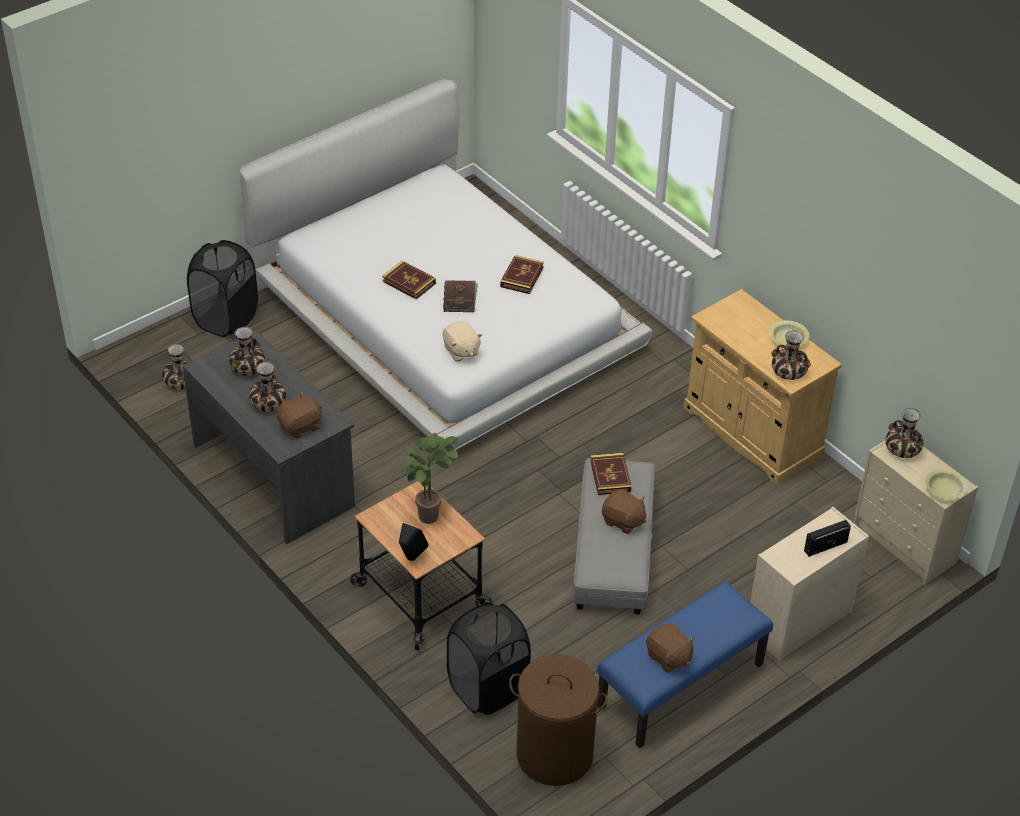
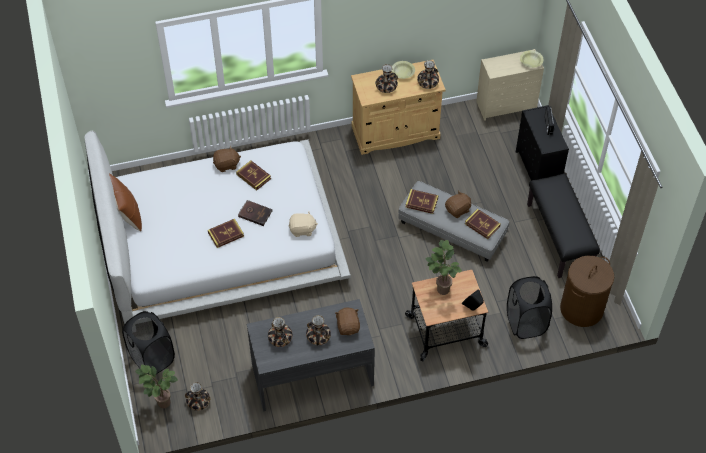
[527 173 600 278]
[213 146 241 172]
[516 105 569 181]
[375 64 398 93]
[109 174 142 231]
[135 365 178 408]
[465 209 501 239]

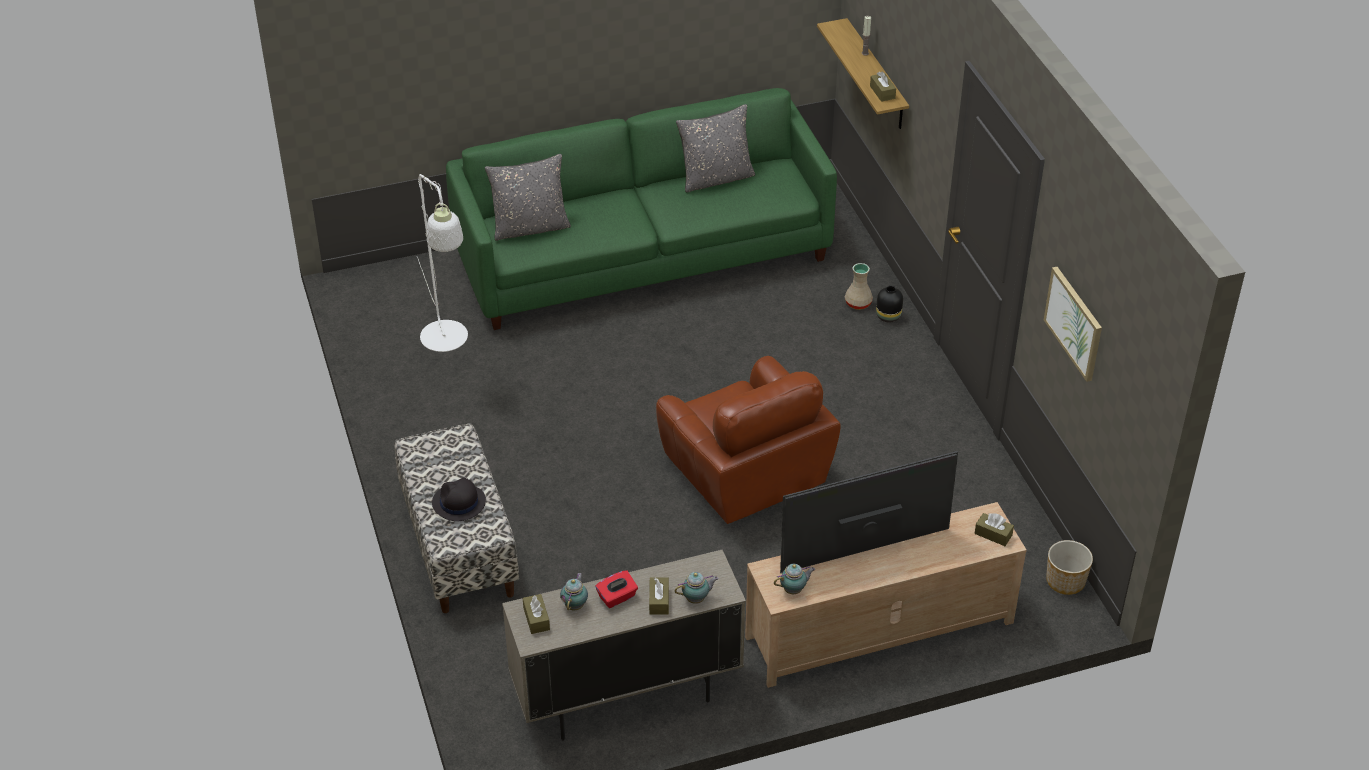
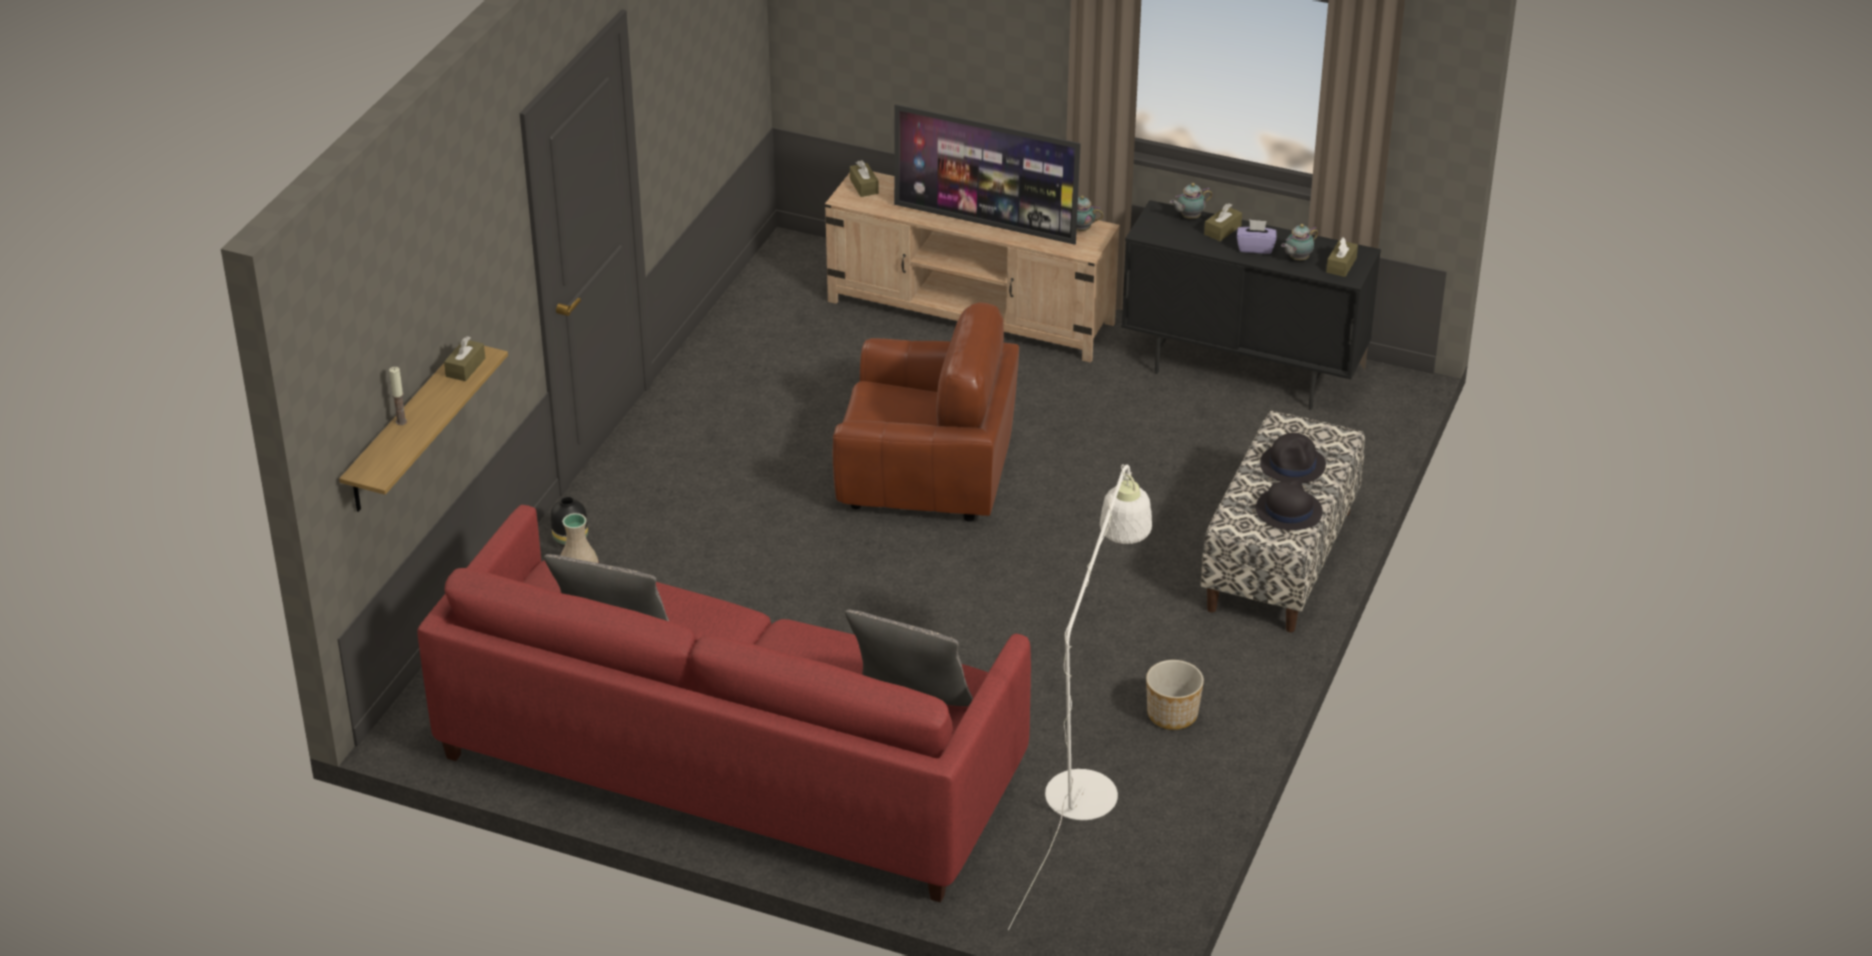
[417 505 1031 903]
[1121 200 1381 410]
[1237 220 1276 254]
[833 302 1019 522]
[1170 183 1212 219]
[1044 267 1102 382] (first image)
[1146 660 1204 730]
[1256 480 1323 530]

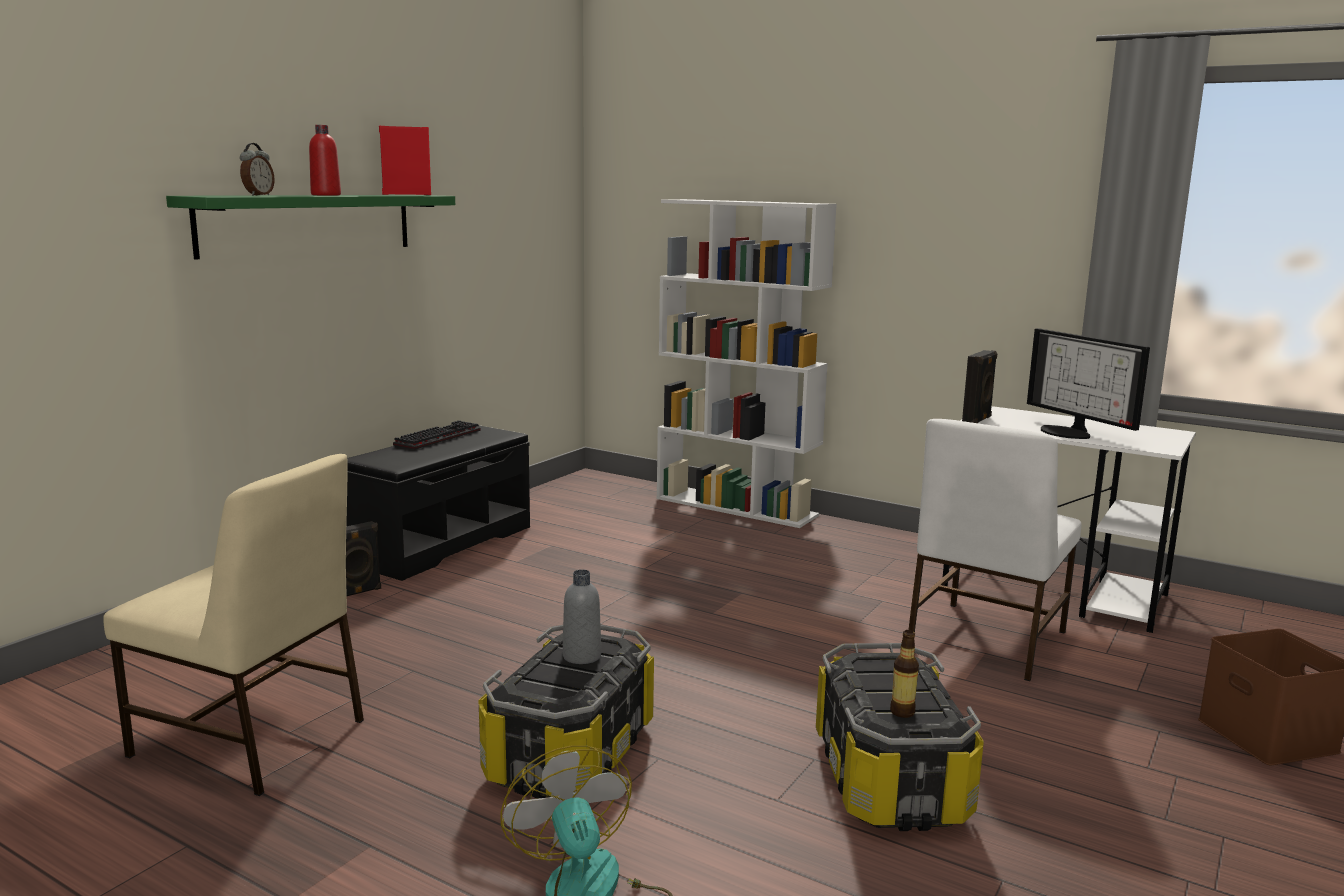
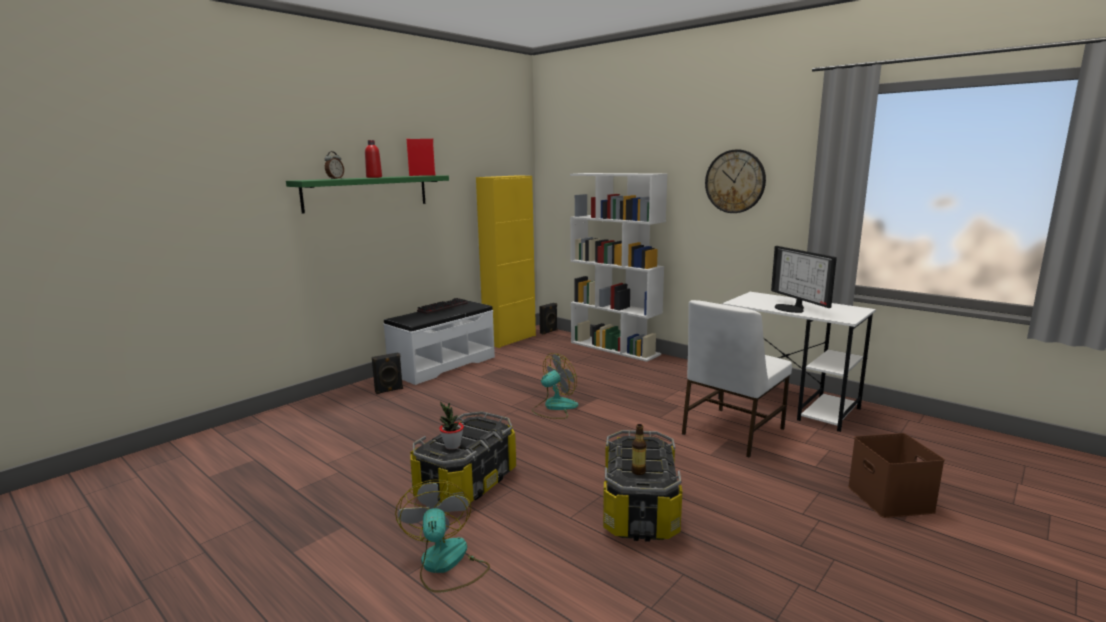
[103 454 364 796] (first image)
[383 300 495 385]
[563 570 601 664] (first image)
[539 303 557 334]
[439 402 464 449]
[476 176 536 348]
[532 353 578 419]
[705 149 766 213]

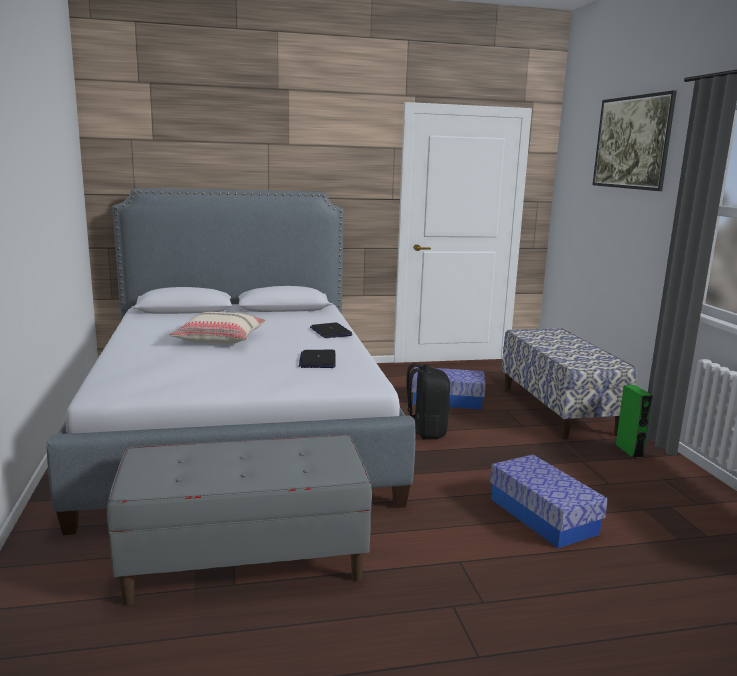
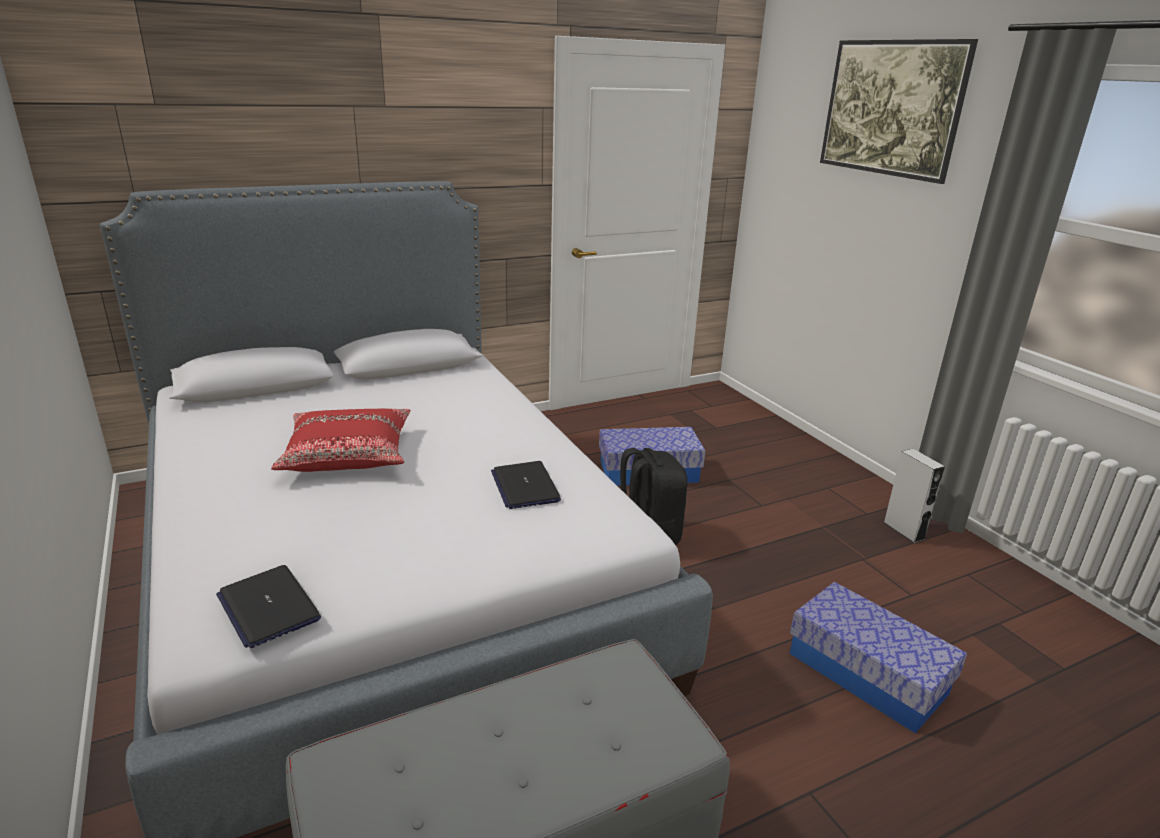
[271 409 410 472]
[216 565 321 648]
[502 328 636 439] (first image)
[883 449 945 543]

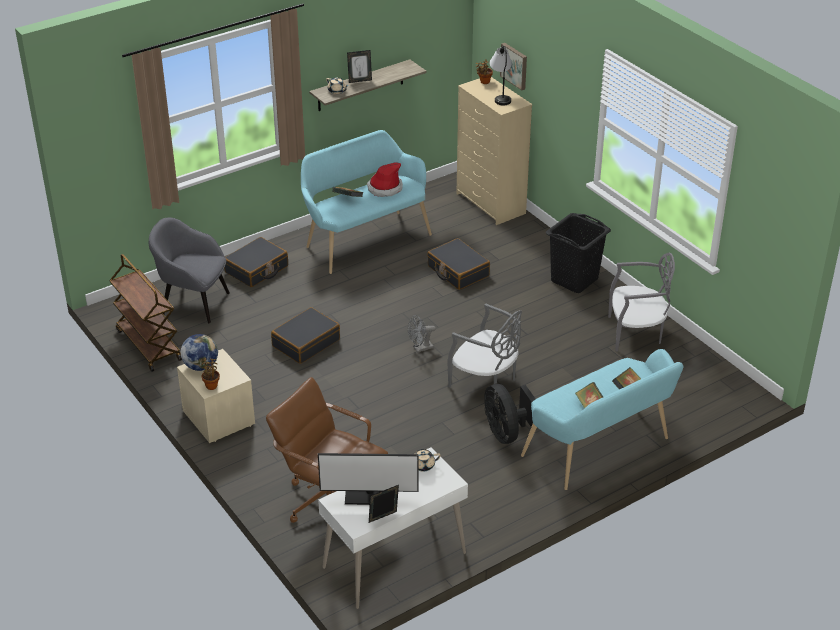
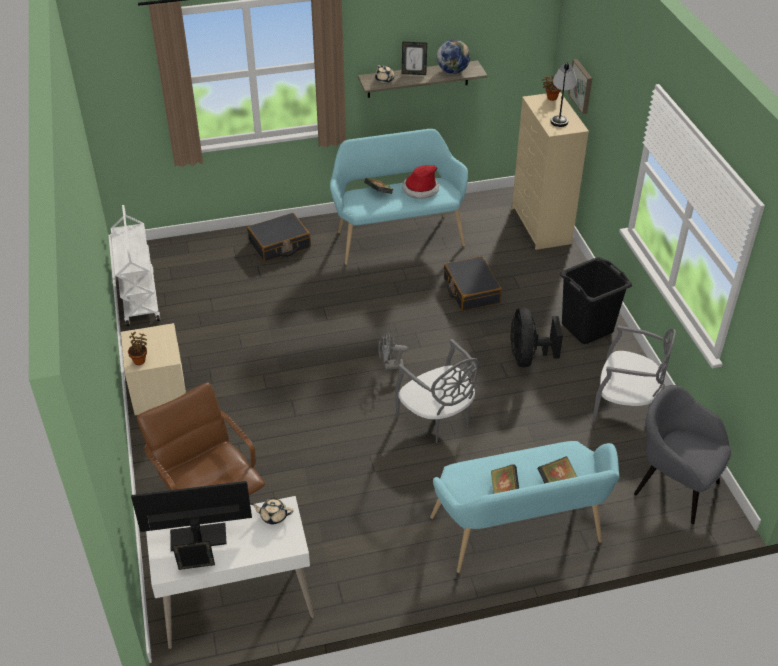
[111 205 160 326]
[634 385 732 524]
[437 39 471 74]
[271 307 340 364] (first image)
[131 481 252 551]
[510 307 563 367]

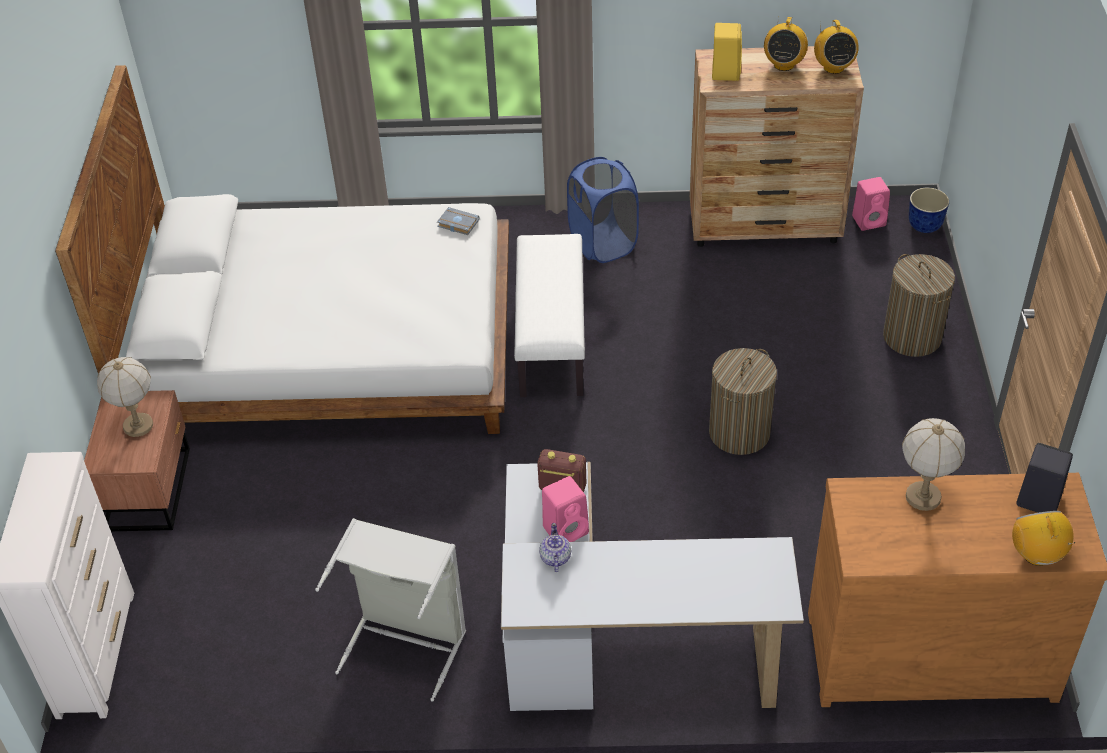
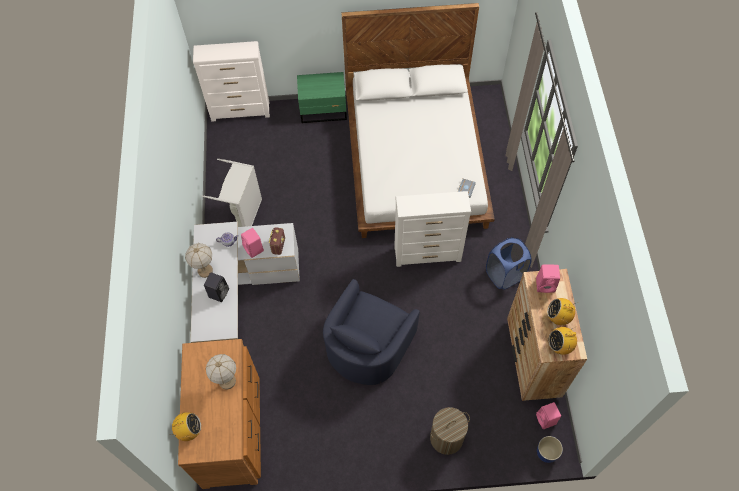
[297 72 347 123]
[185 243 213 278]
[394 191 471 267]
[323 279 420 385]
[536 264 560 293]
[204 273 229 302]

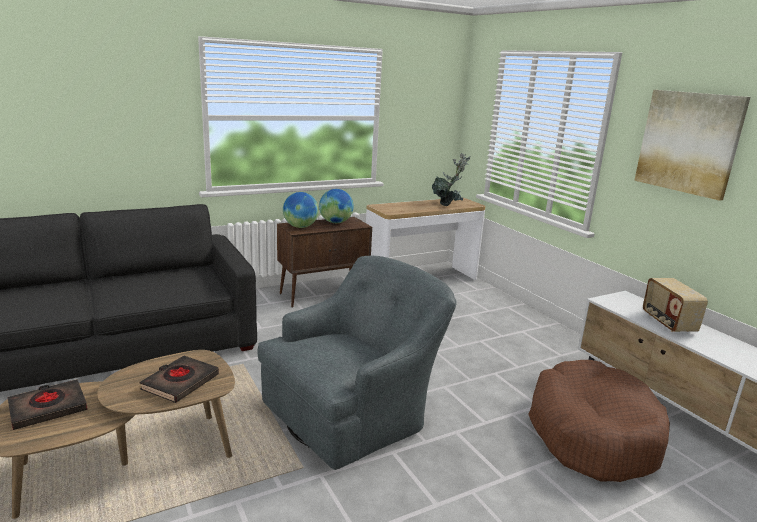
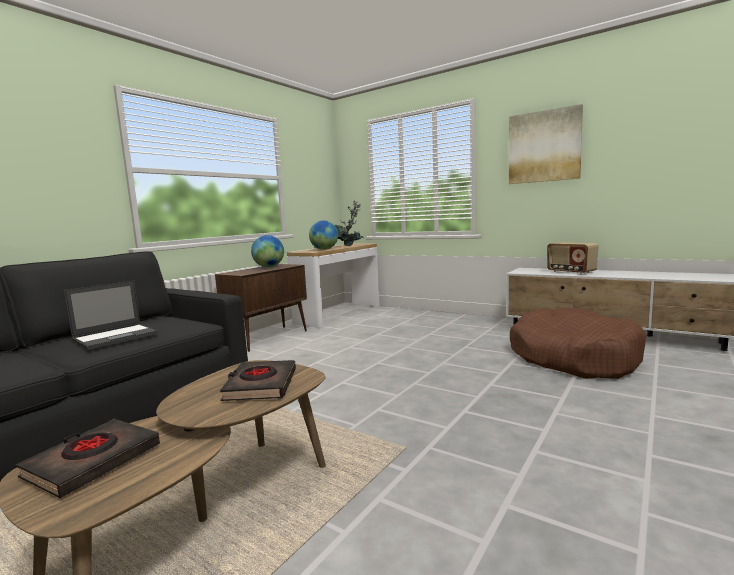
[258 256 457 470] (first image)
[309 220 338 250]
[64 281 159 350]

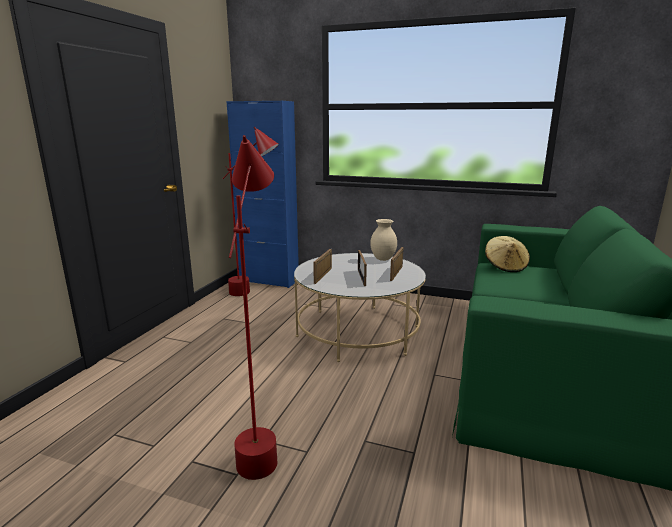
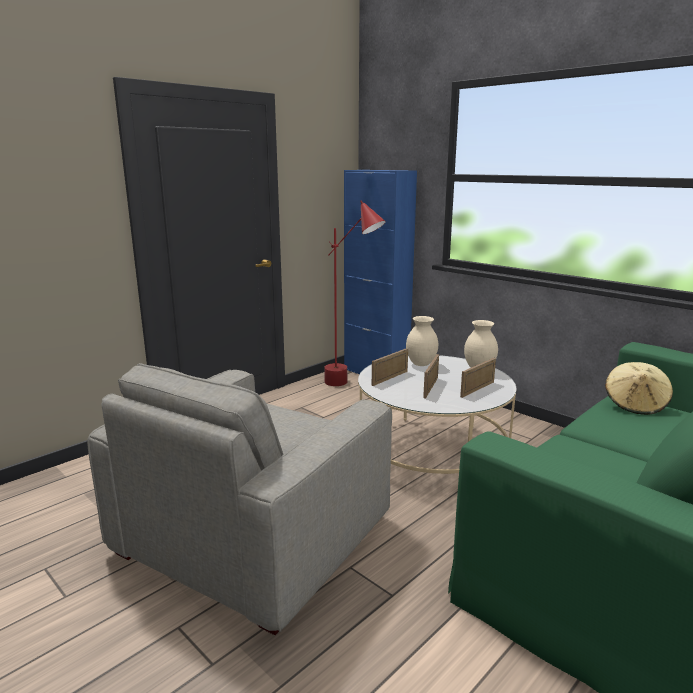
[87 363 392 635]
[406 316 438 366]

